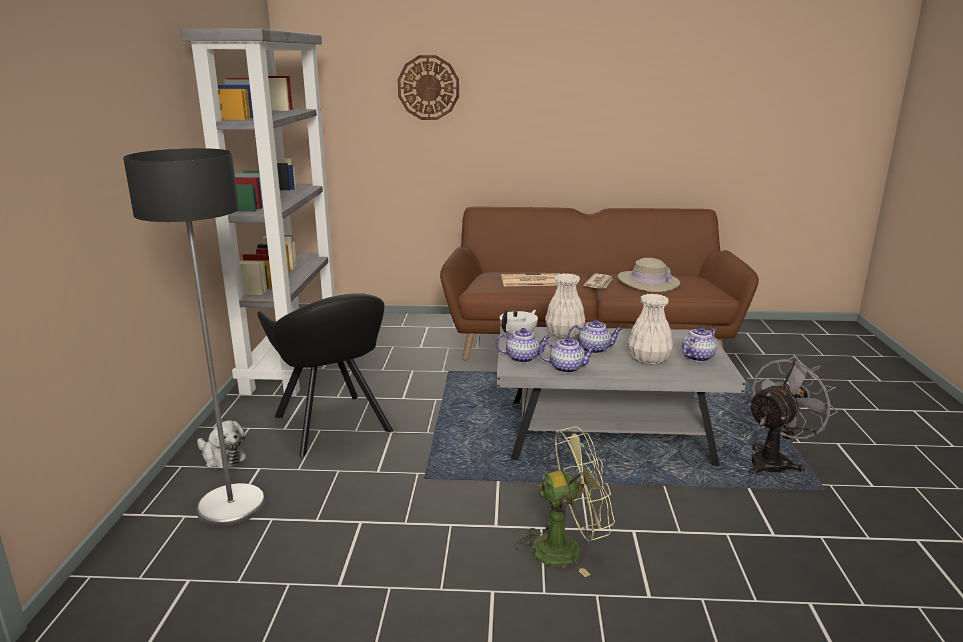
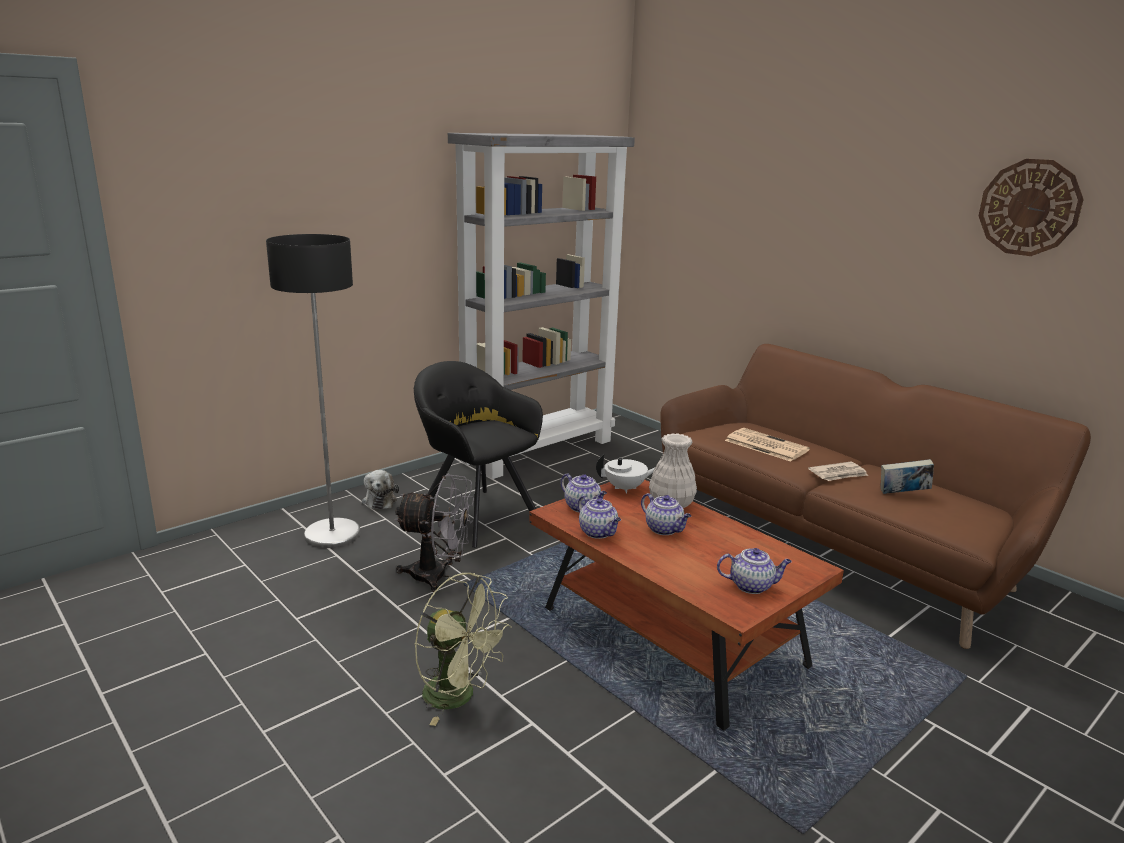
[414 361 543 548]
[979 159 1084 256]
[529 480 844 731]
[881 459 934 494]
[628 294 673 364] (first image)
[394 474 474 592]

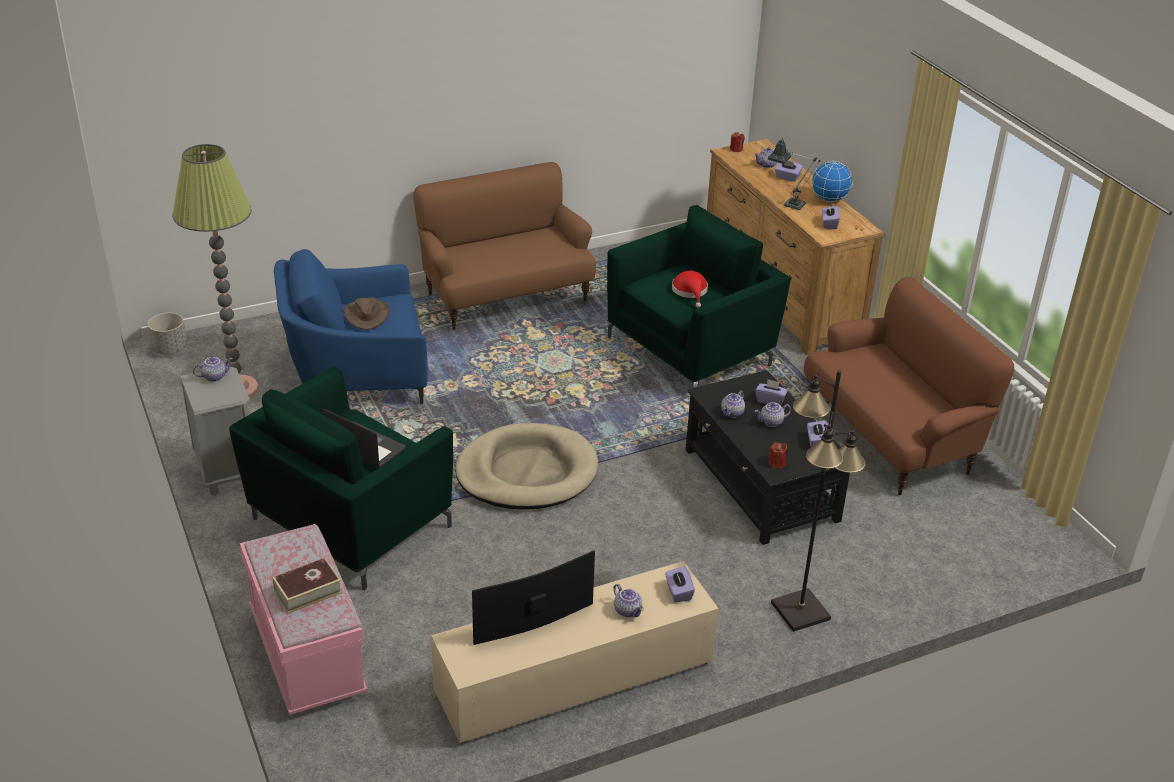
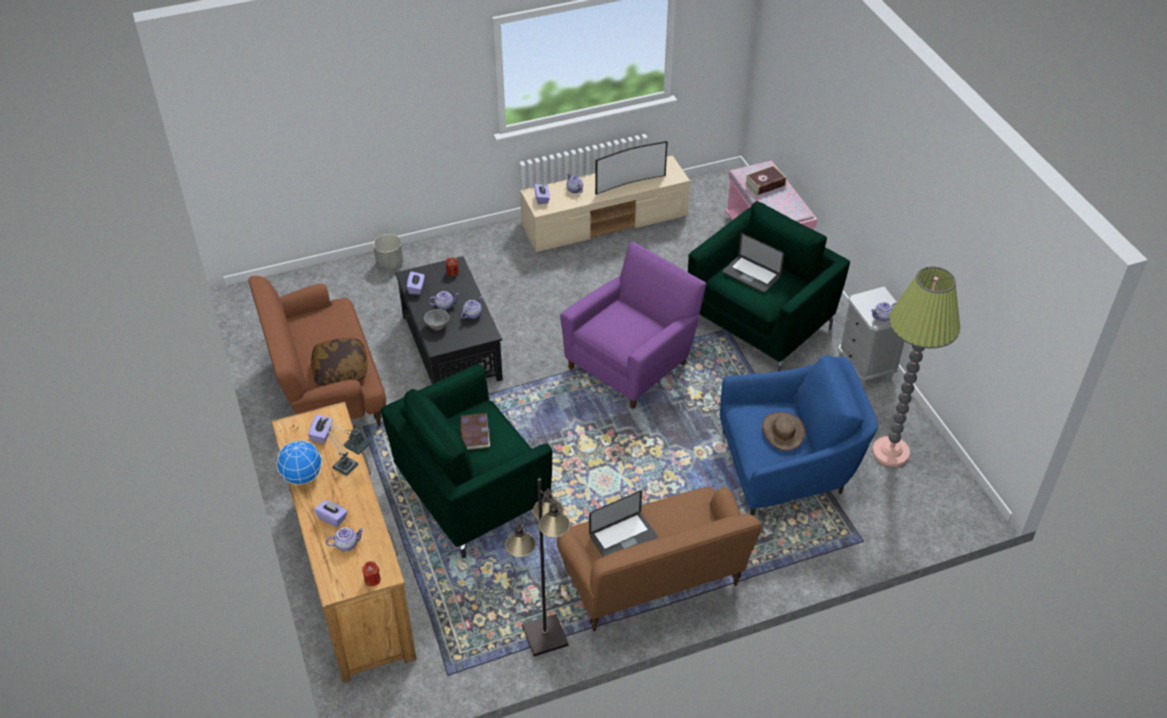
[373 234 404 269]
[560 242 706 409]
[460 413 490 450]
[424 309 449 330]
[505 478 571 657]
[311 338 368 386]
[589 490 658 557]

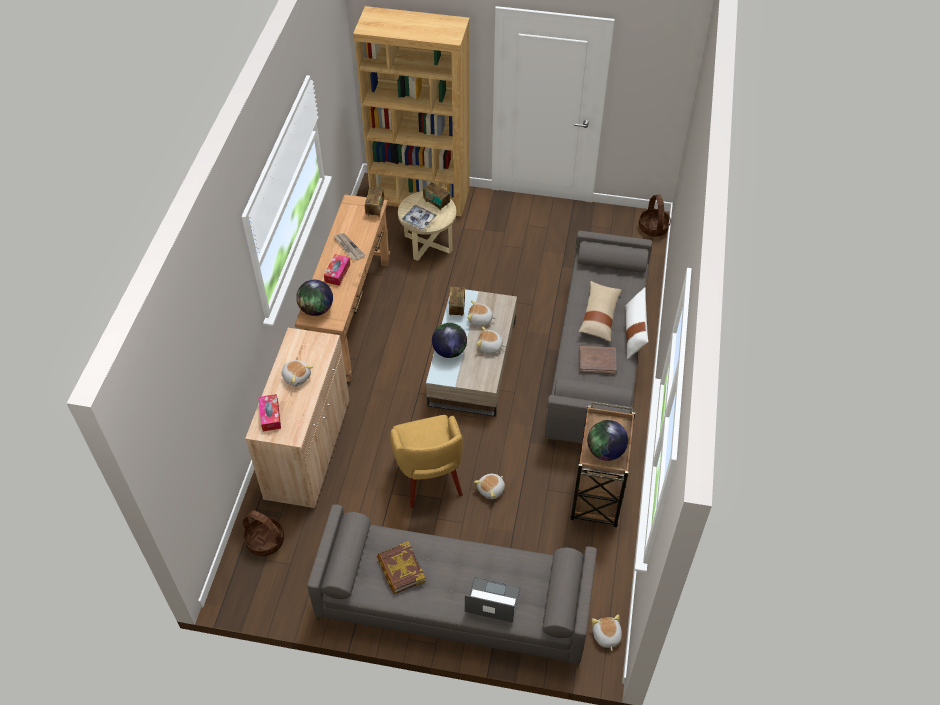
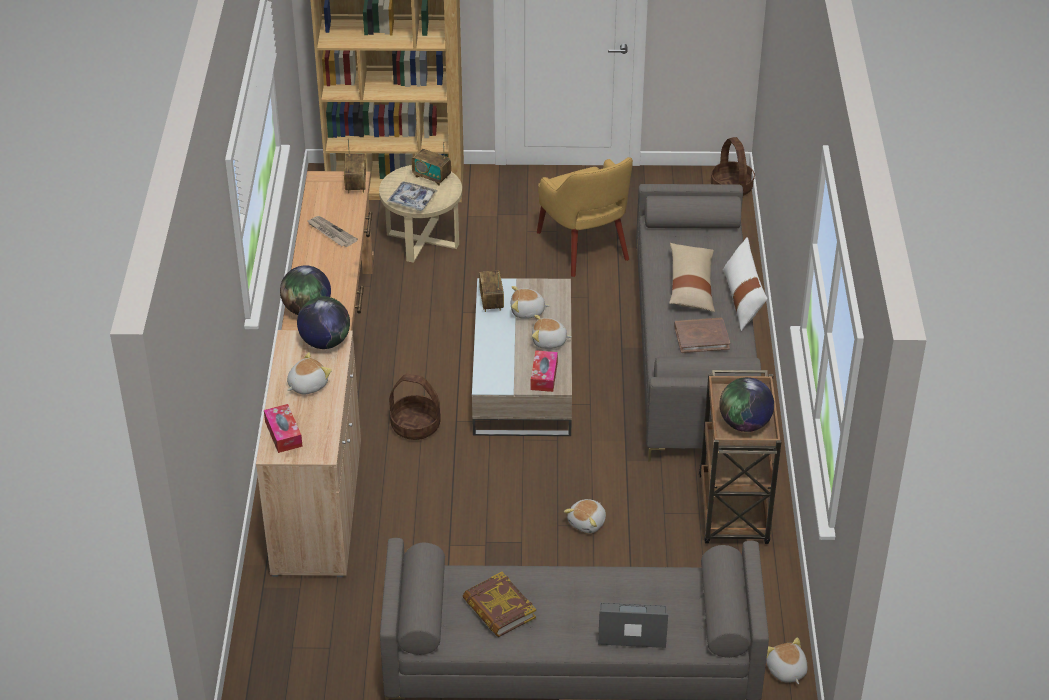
[389 374 441 440]
[287 352 332 395]
[531 350 558 392]
[537 157 633 277]
[297 296 350 349]

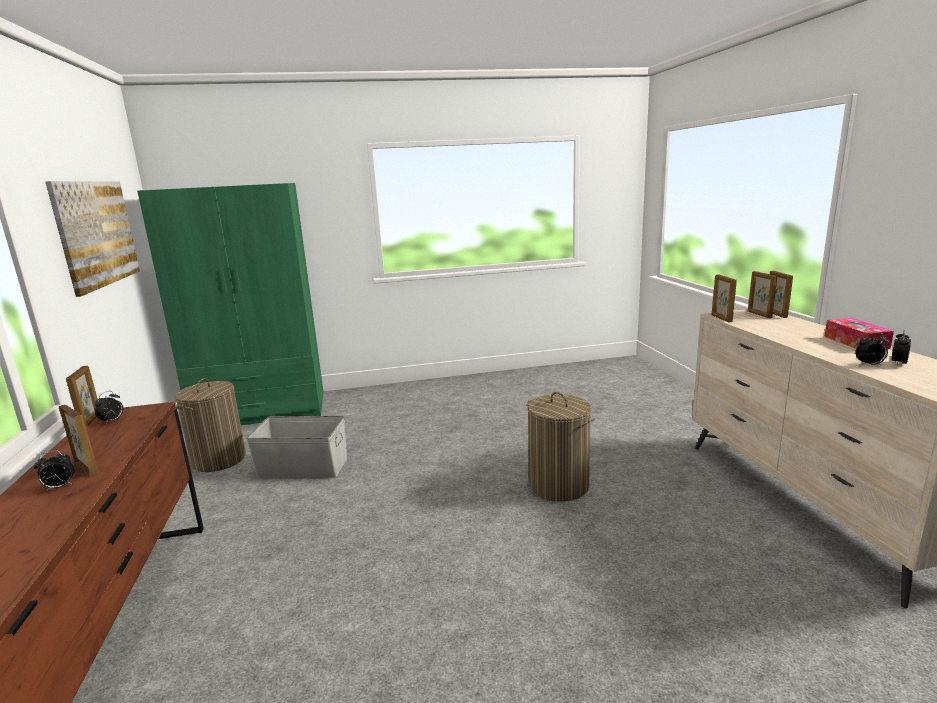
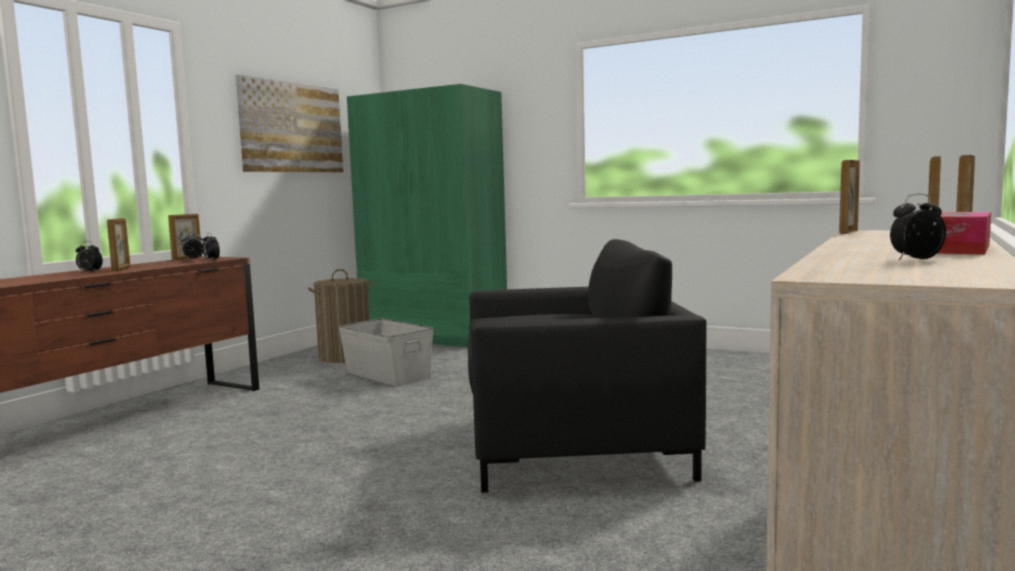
[468 239 707 493]
[203 233 220 260]

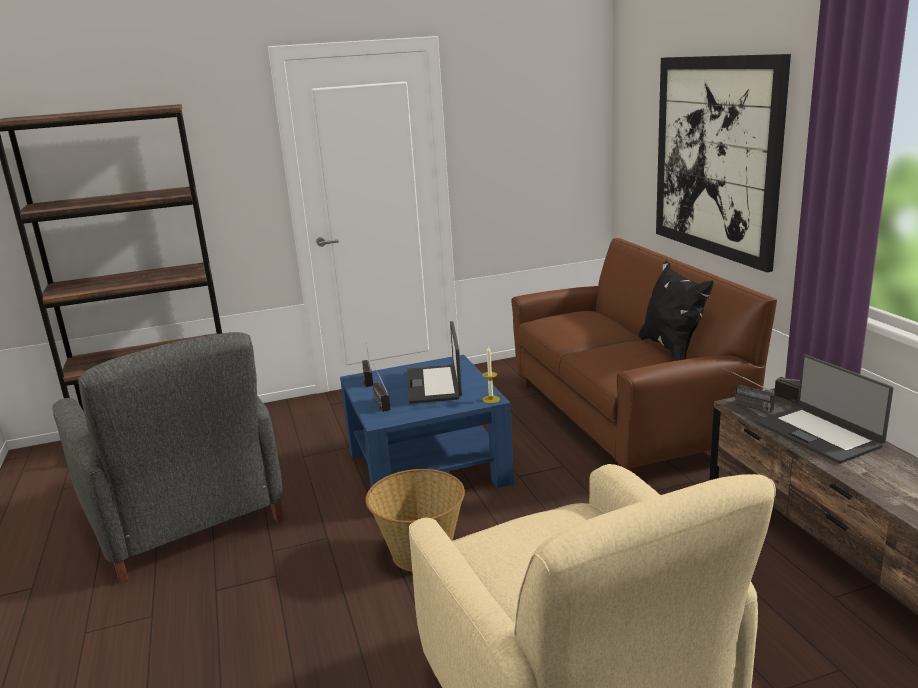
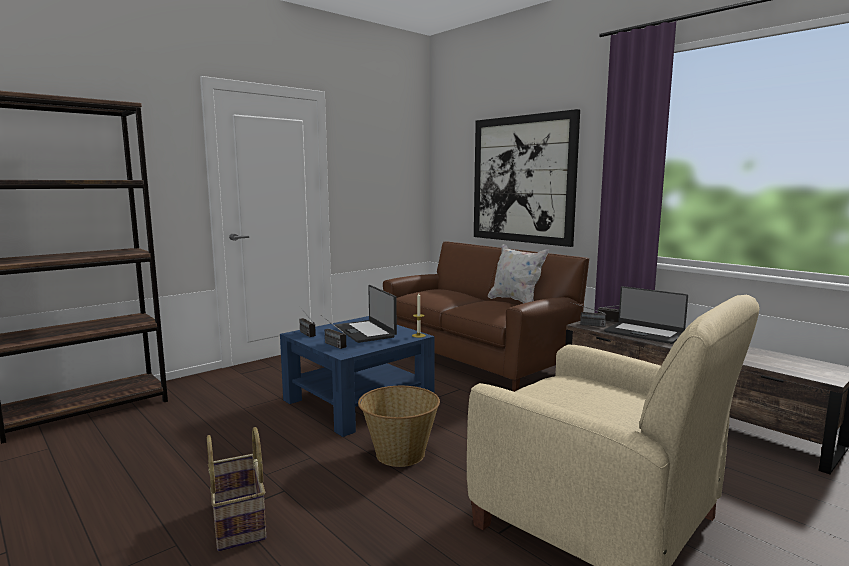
[52 332 284 583] (first image)
[488 244 549 303]
[207 427 266 551]

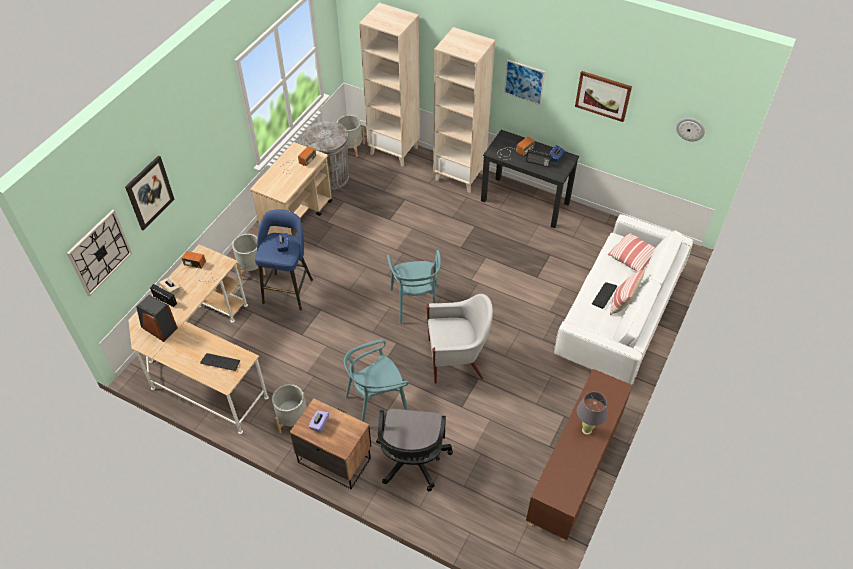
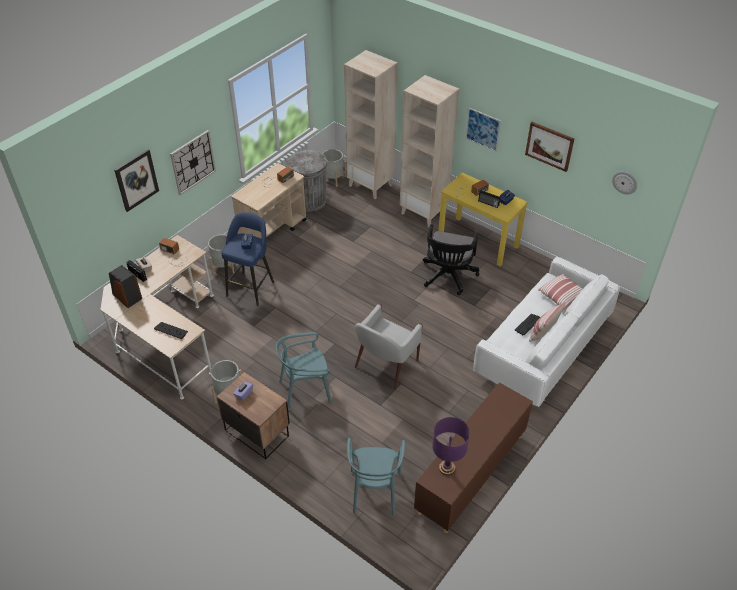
[170 130 216 195]
[423 224 479 295]
[347 438 405 516]
[355 304 423 389]
[439 173 528 266]
[577 392 608 435] (first image)
[432 417 470 476]

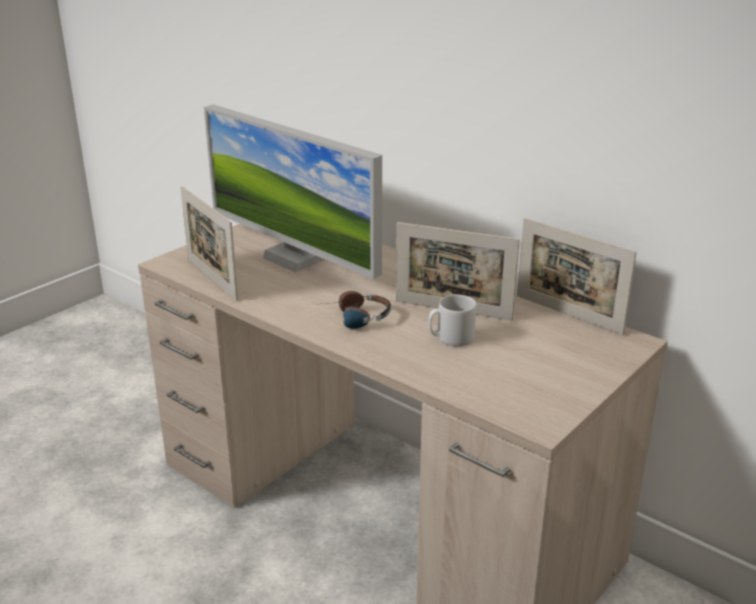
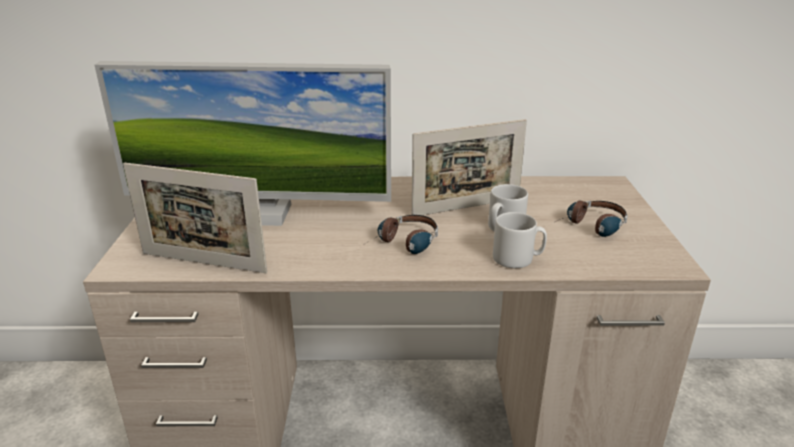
[517 218 637 335] (first image)
[493 212 547 268]
[555 200 628 237]

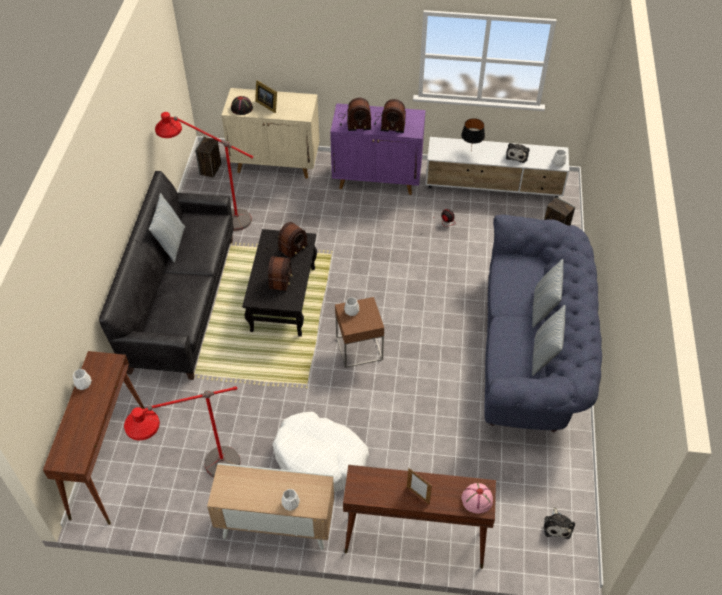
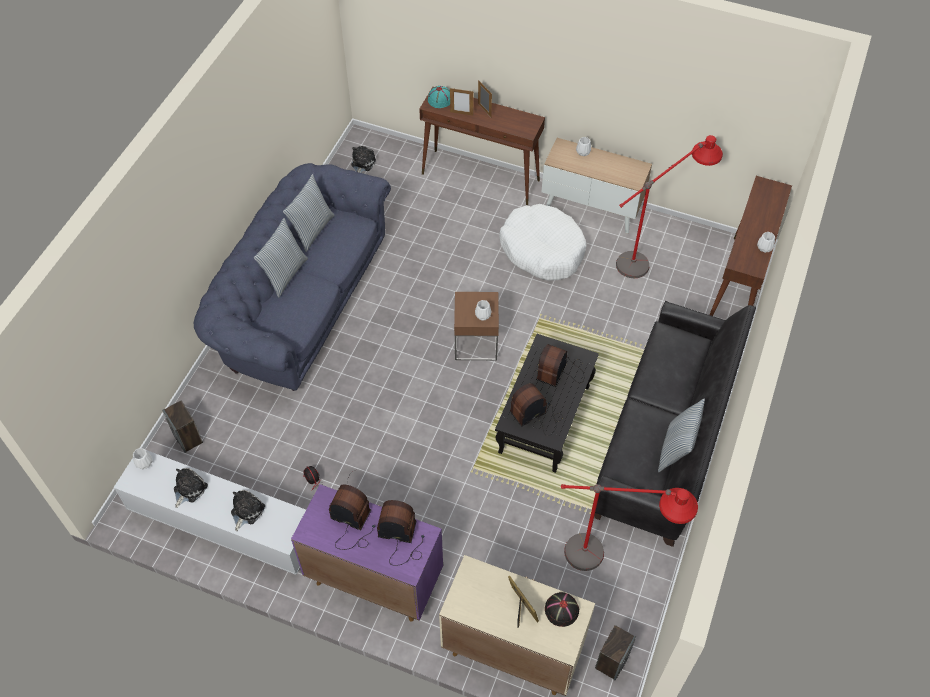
[231 490 265 531]
[428 86 450 108]
[450 88 474 115]

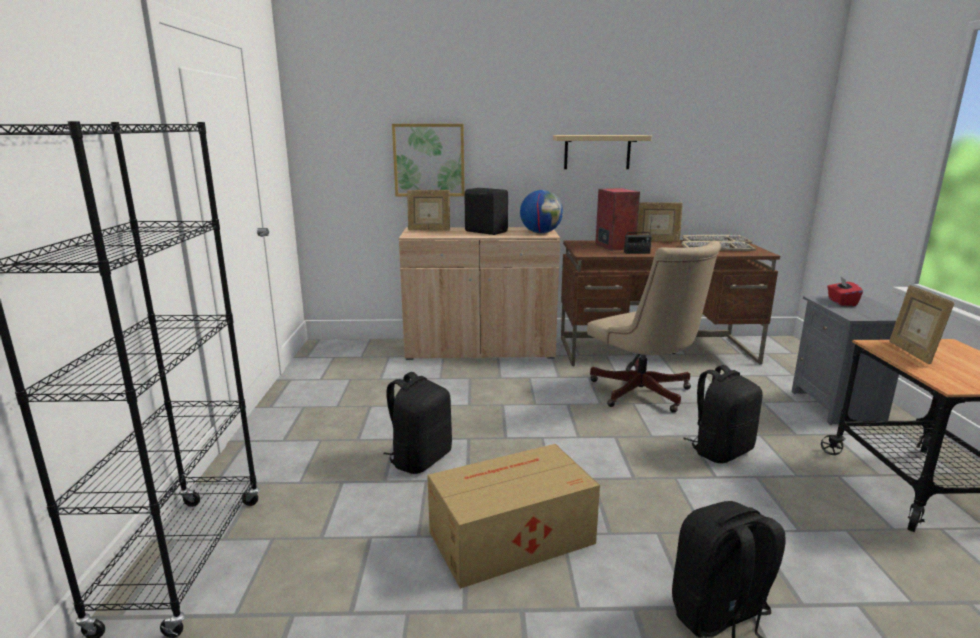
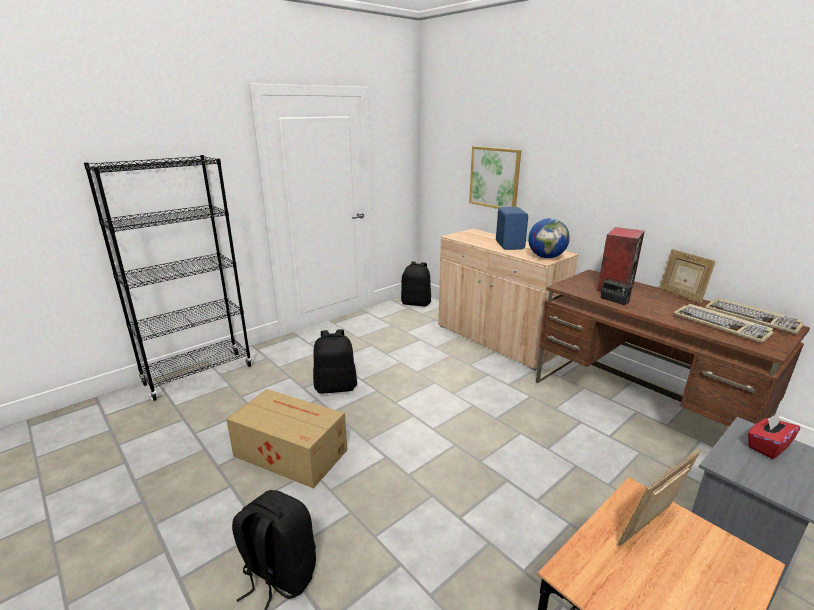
[407 190 450 231] (first image)
[496 207 528 250]
[553 135 652 169] (first image)
[587 240 721 413] (first image)
[401 262 431 307]

